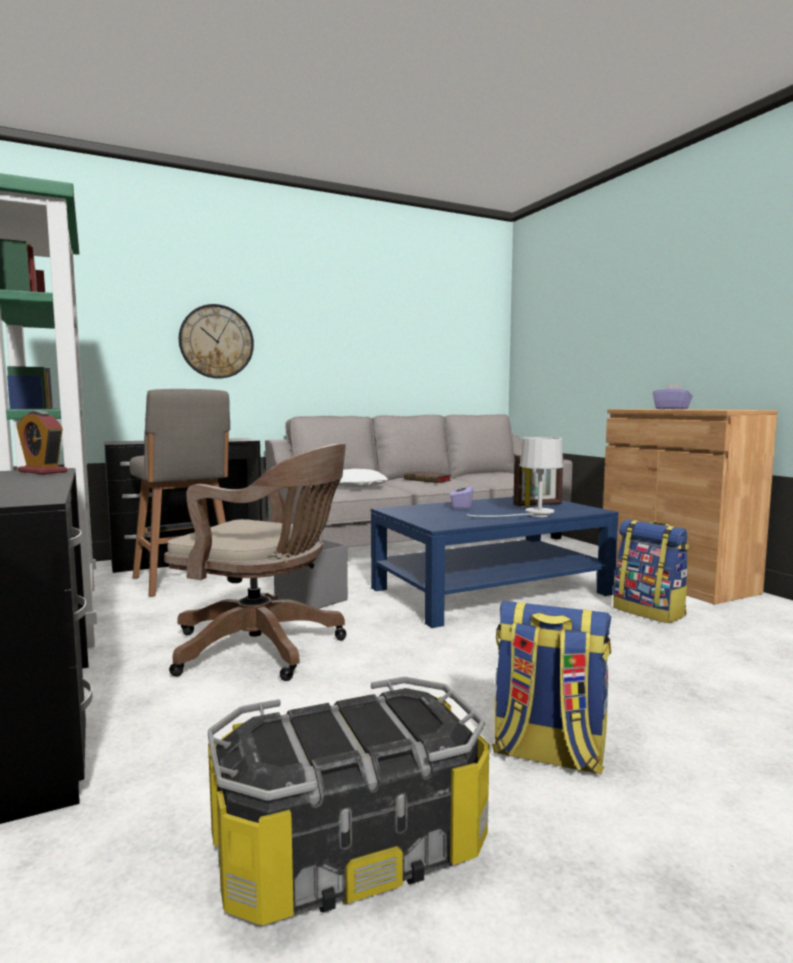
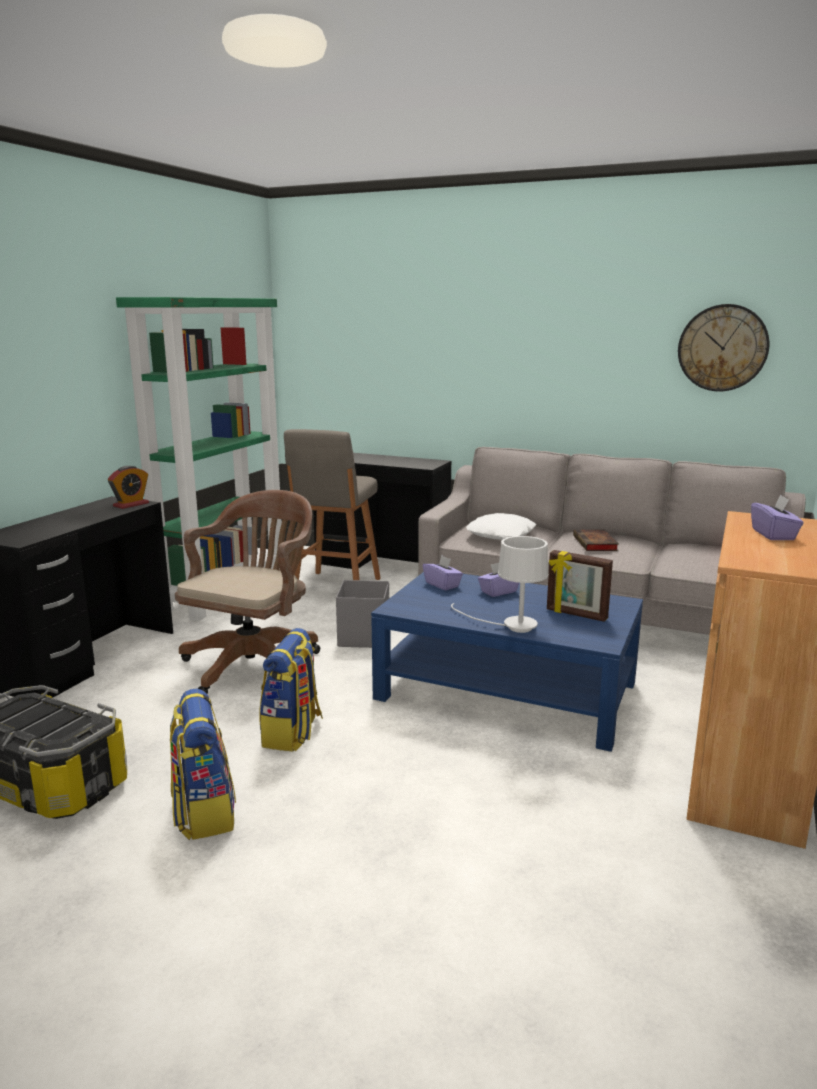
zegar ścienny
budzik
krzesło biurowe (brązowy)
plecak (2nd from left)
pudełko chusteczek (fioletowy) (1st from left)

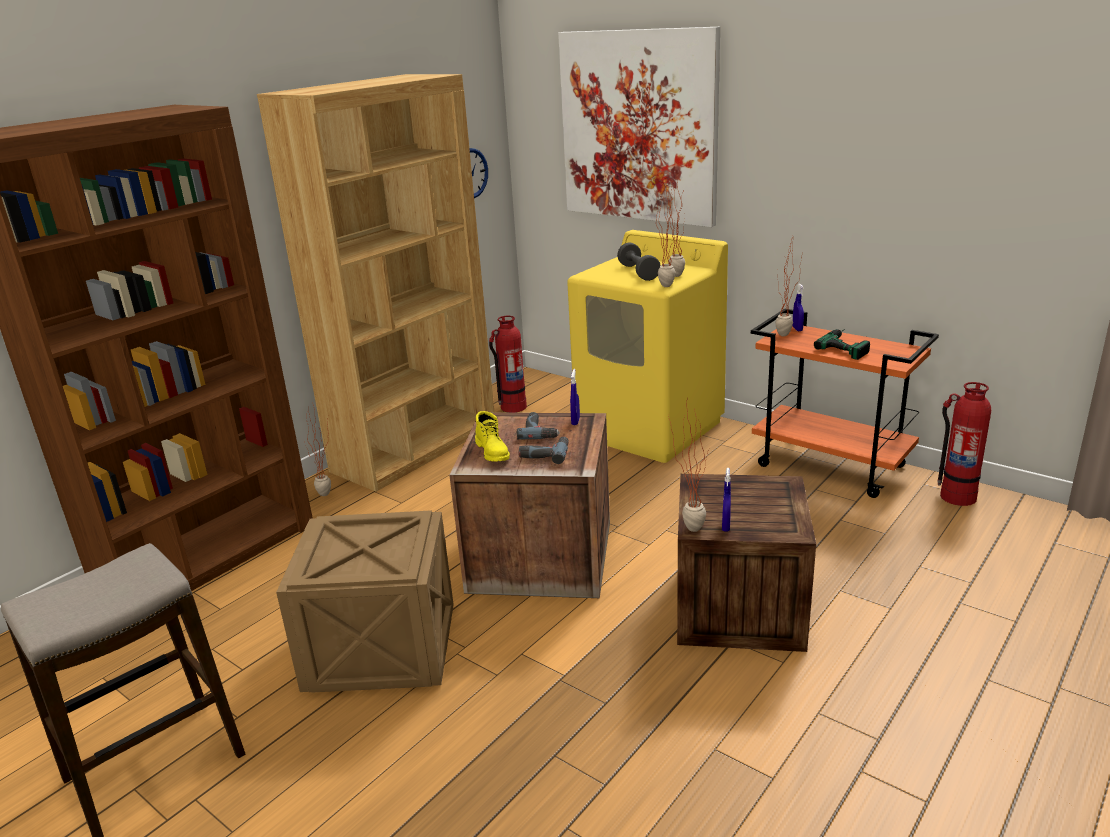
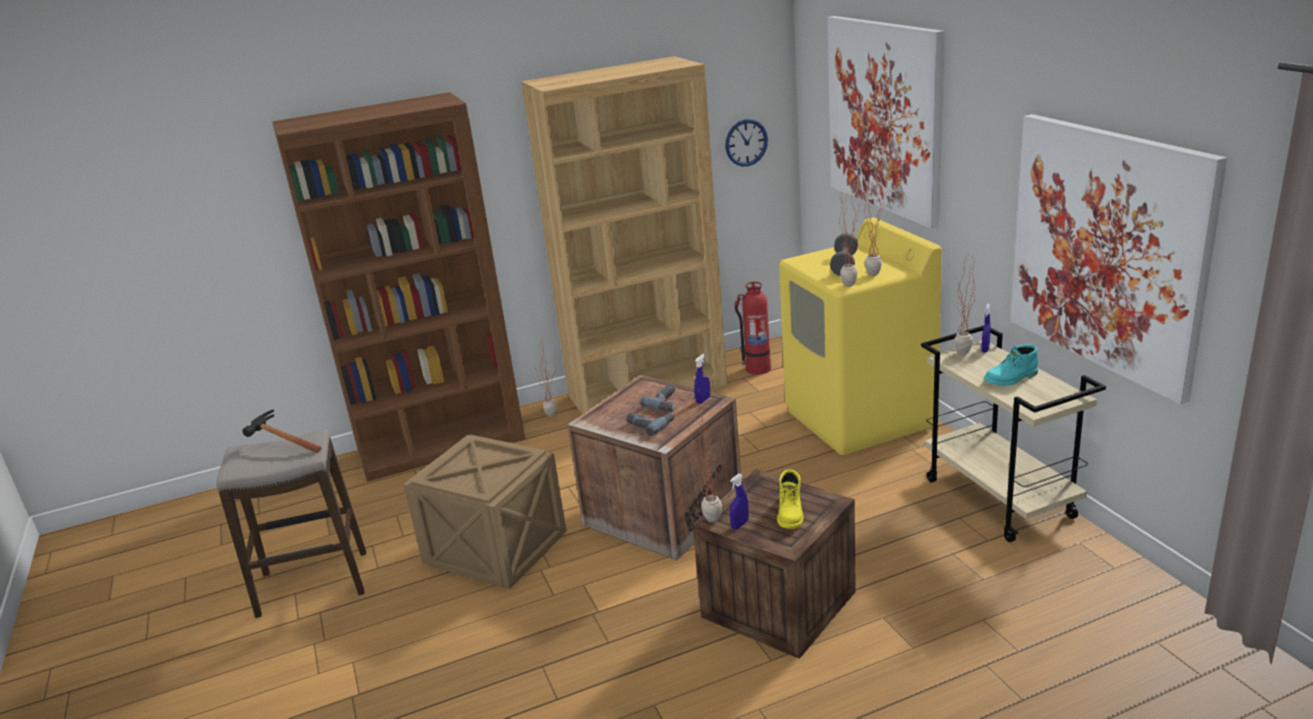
wózek (beżowy)
but z cholewką (turkusowy)
gaśnica (2nd from left in the first image)
but z cholewką (żółty)
obraz (2nd from left)
młotek

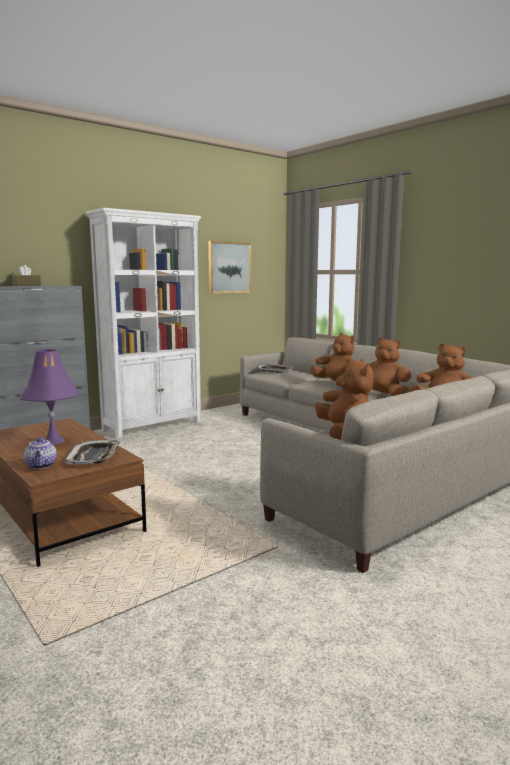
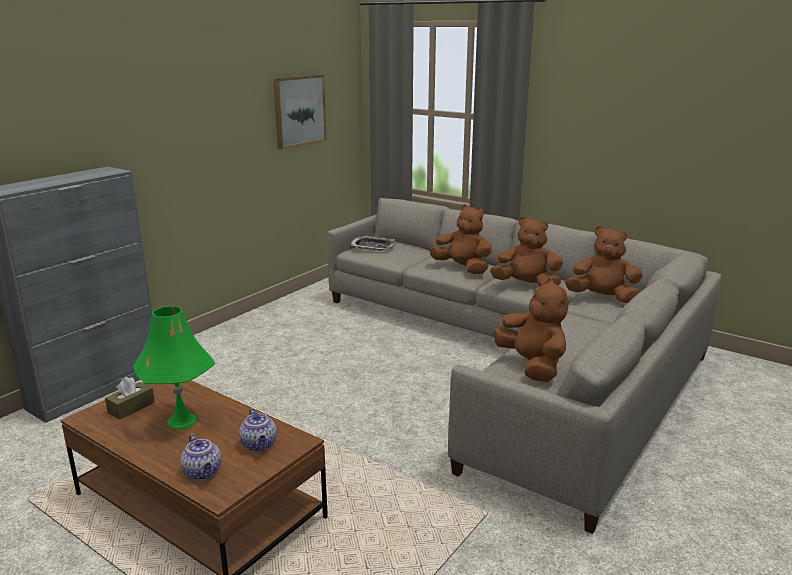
regał (biały)
pudełko chusteczek (brązowy)
lampa stołowa (zielony)
imbryk (2nd from left)

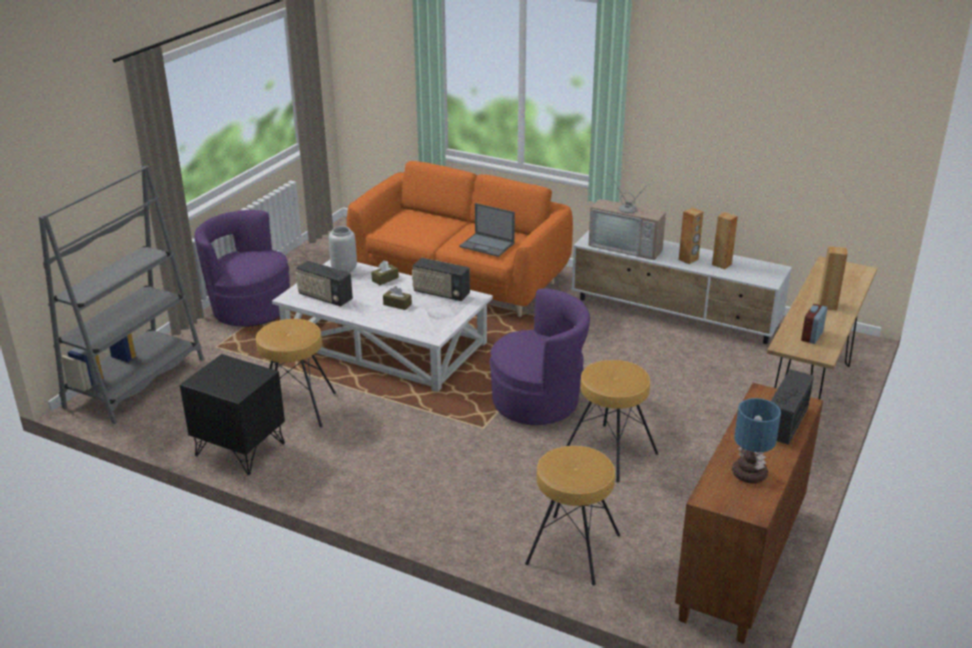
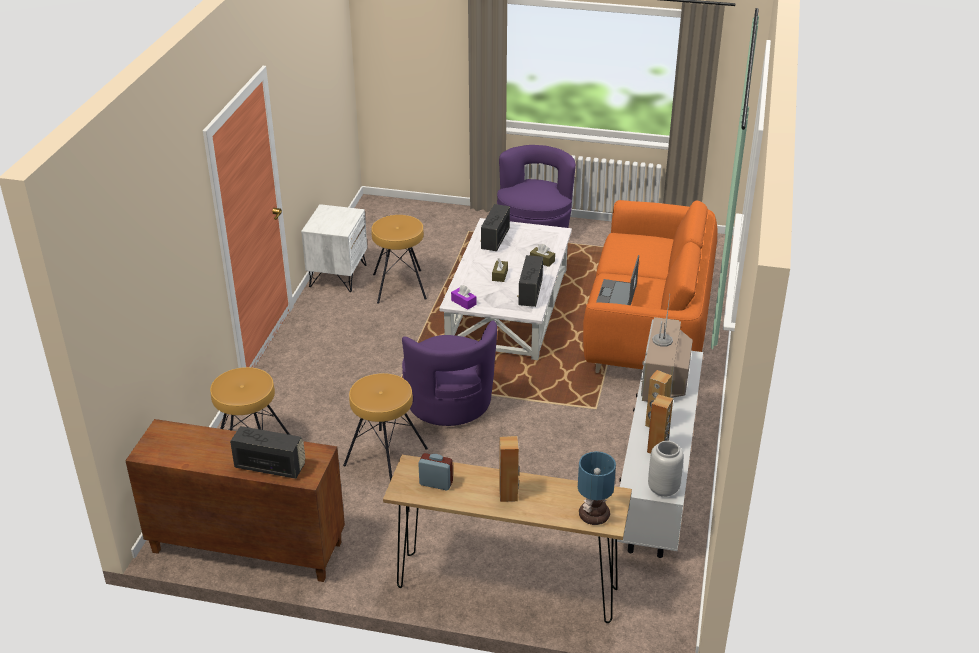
regał (szary)
wazon (szary)
szafka nocna (biały)
lampa stołowa
pudełko chusteczek (fioletowy)

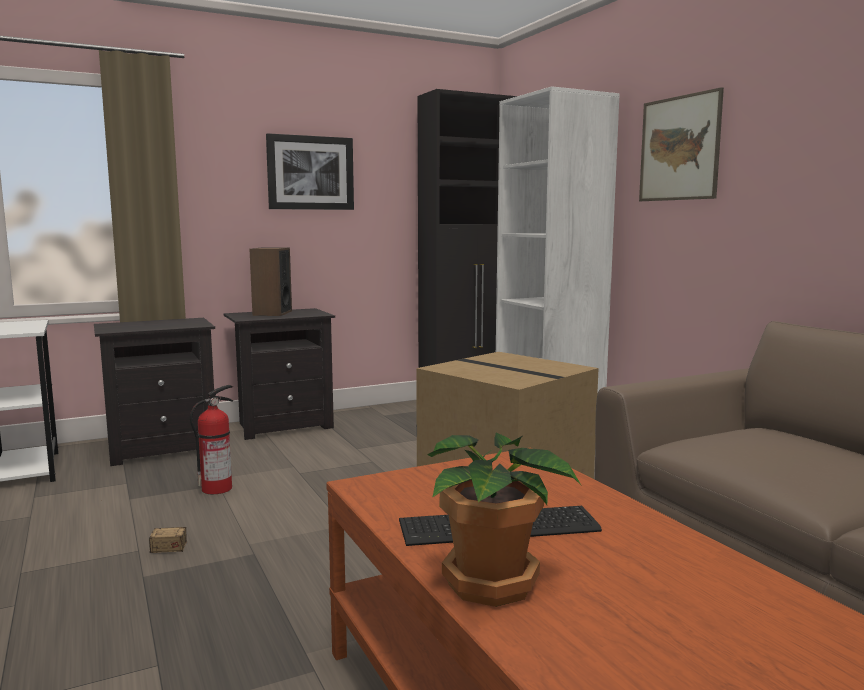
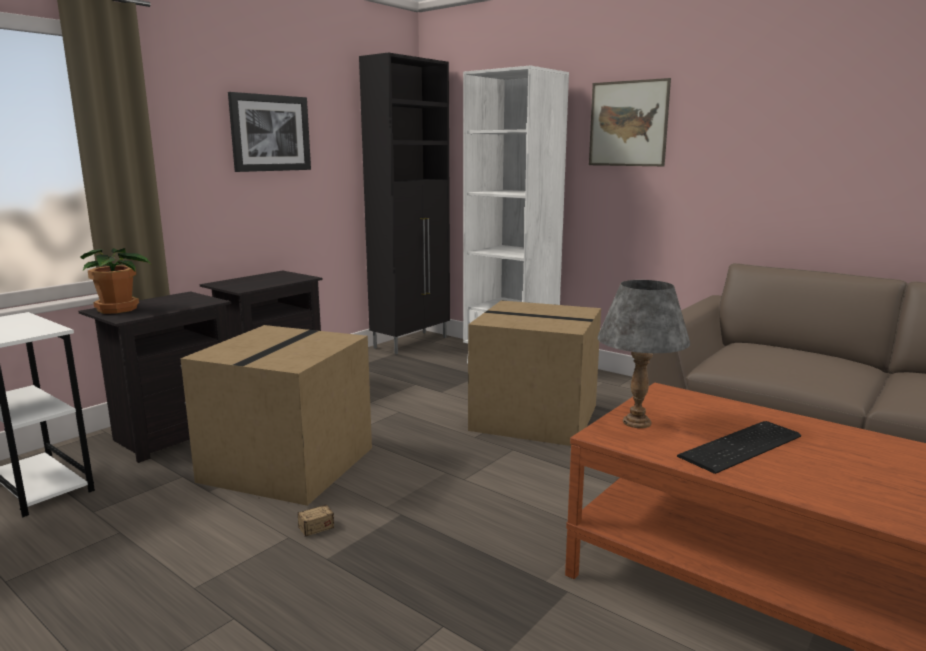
głośnik
karton (1st from left)
roślina doniczkowa
lampa stołowa (szary)

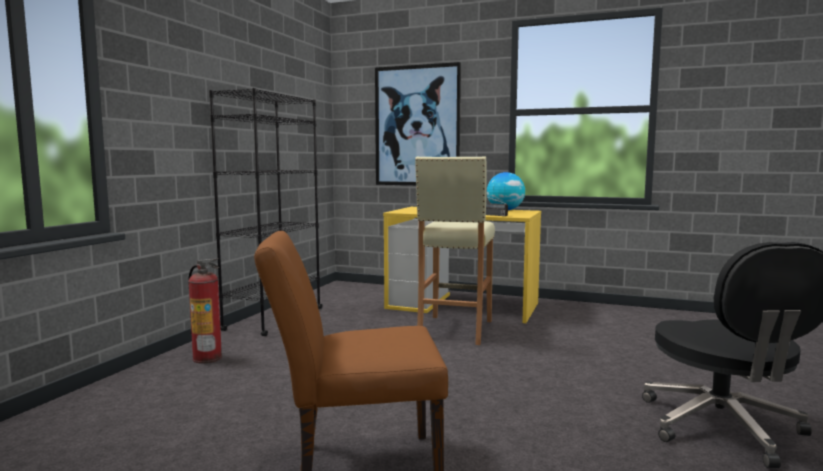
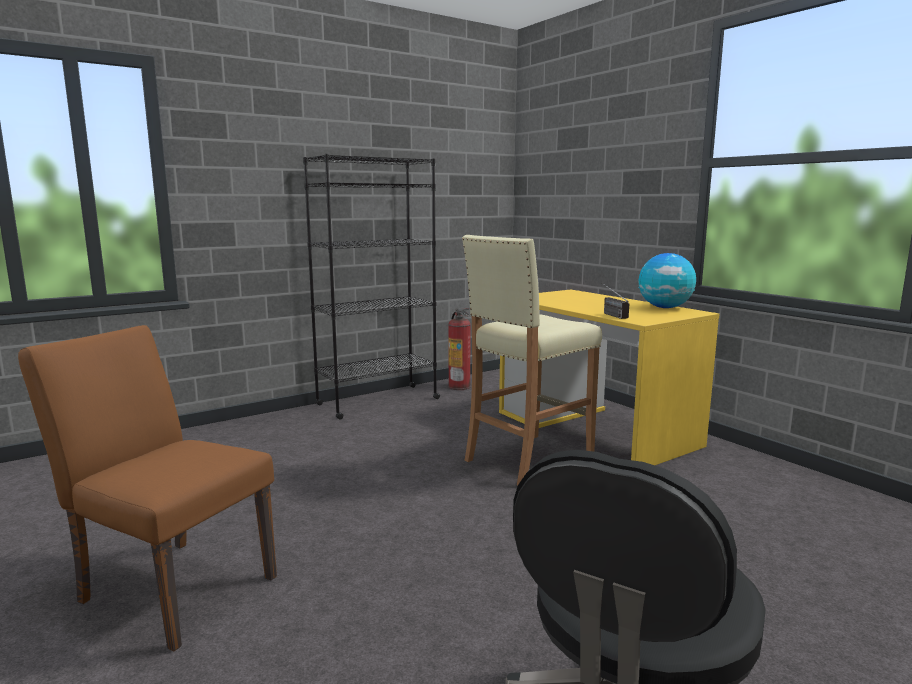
obraz
gaśnica

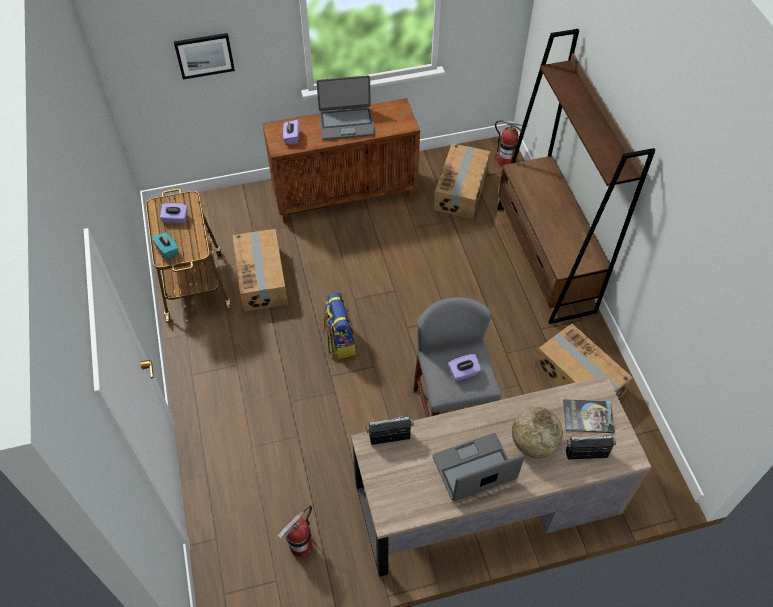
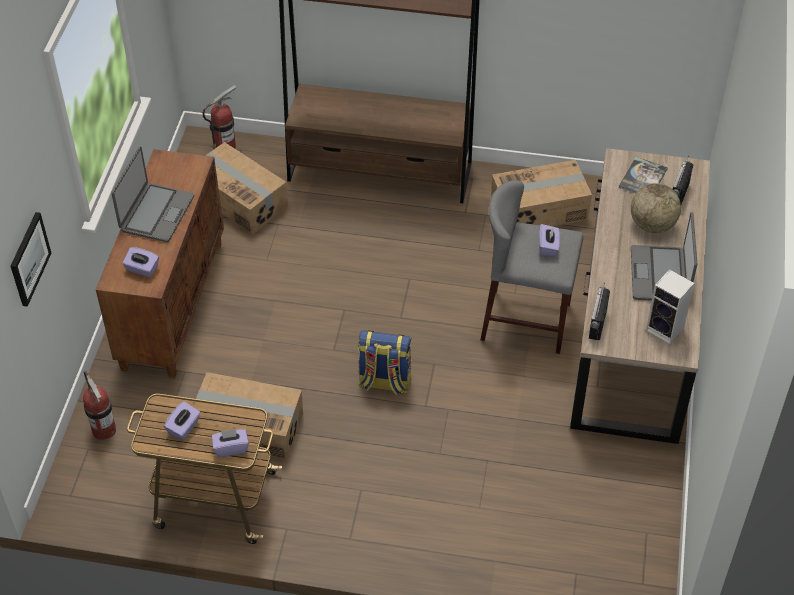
pudełko chusteczek (fioletowy) (3rd from left)
gaśnica (1st from left)
głośnik

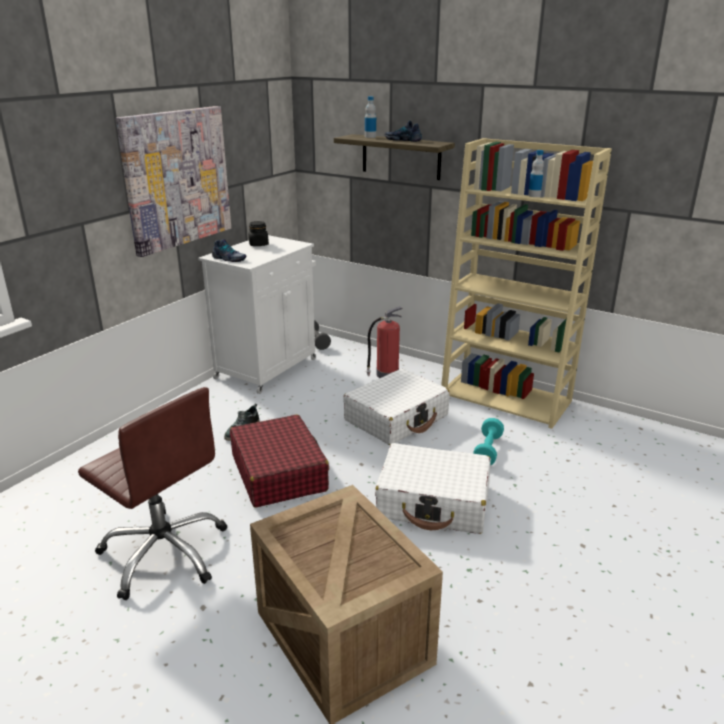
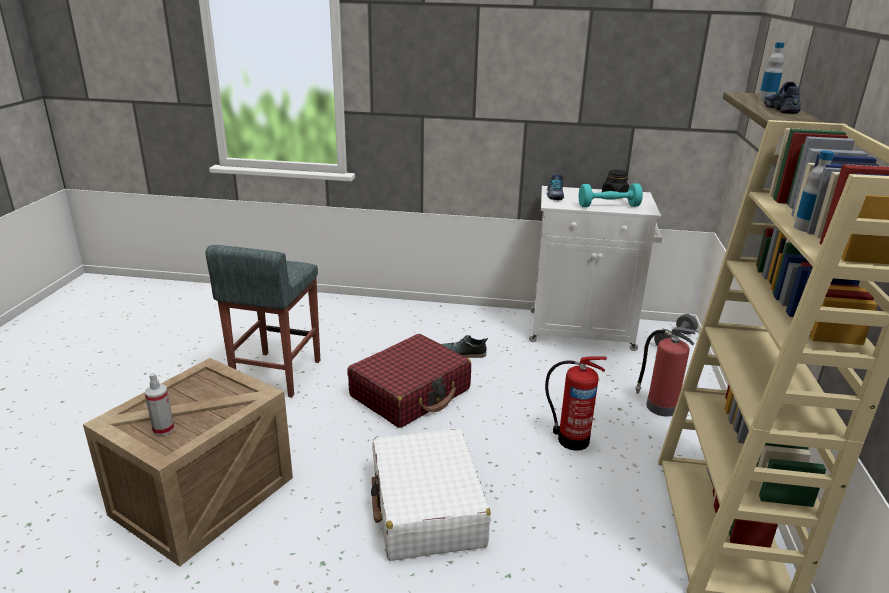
obraz
gaśnica (1st from left)
stołek (szary)
hantel (turkusowy)
spryskiwacz

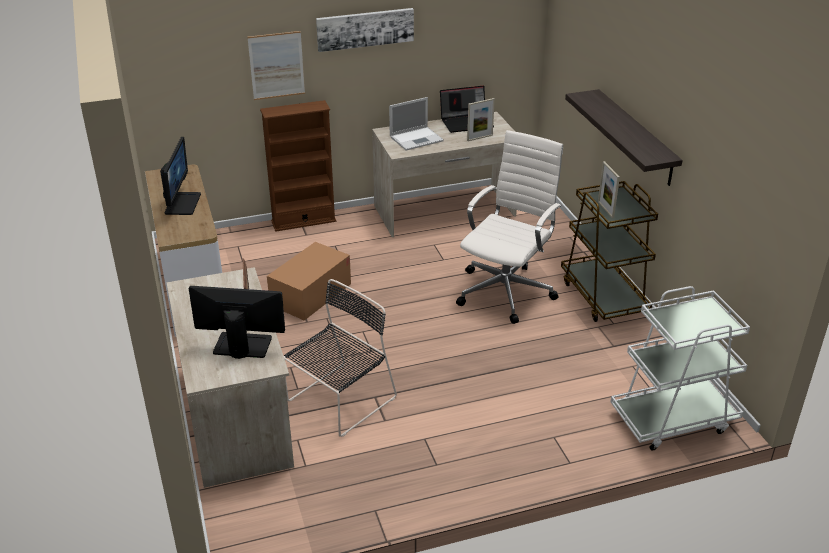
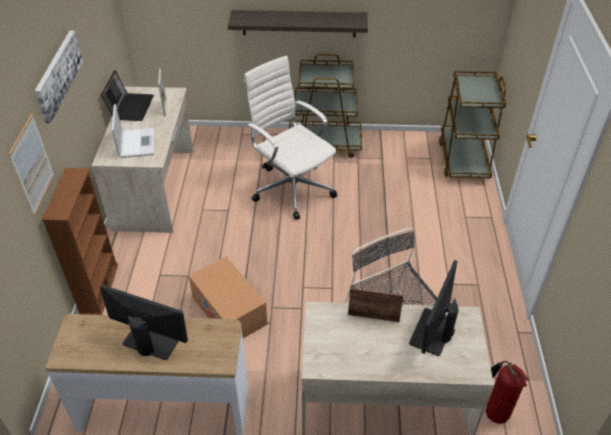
ramka na zdjęcie (3rd from left in the first image)
wózek (brązowy) (2nd from left)
gaśnica

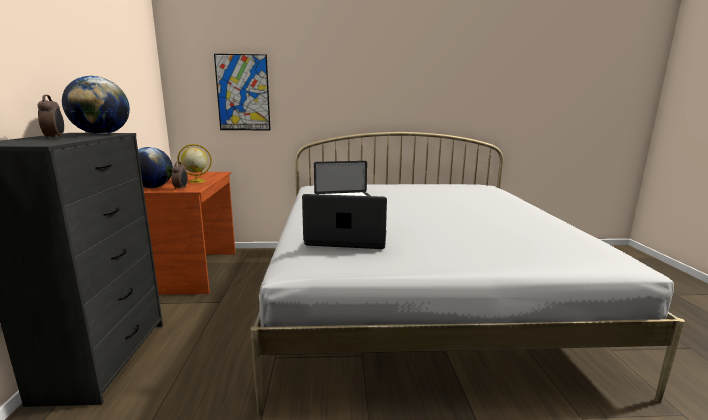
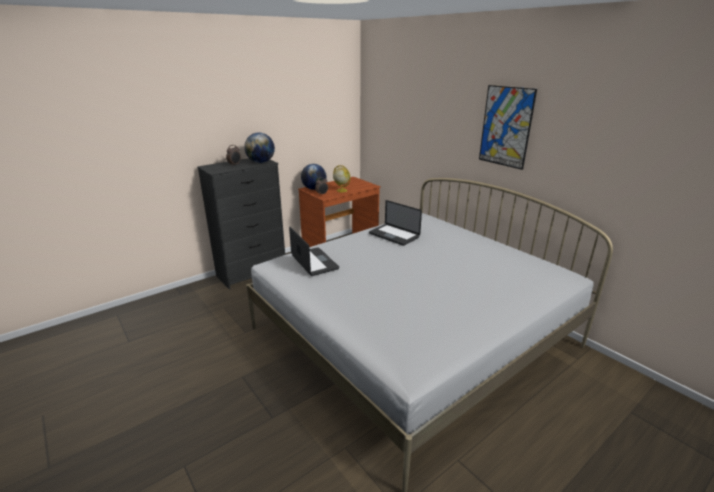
obraz

